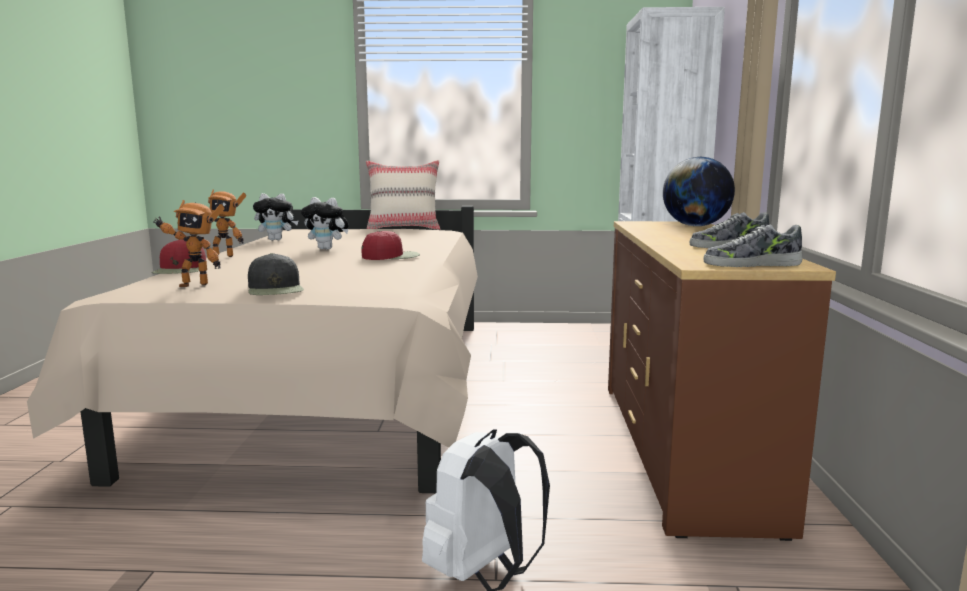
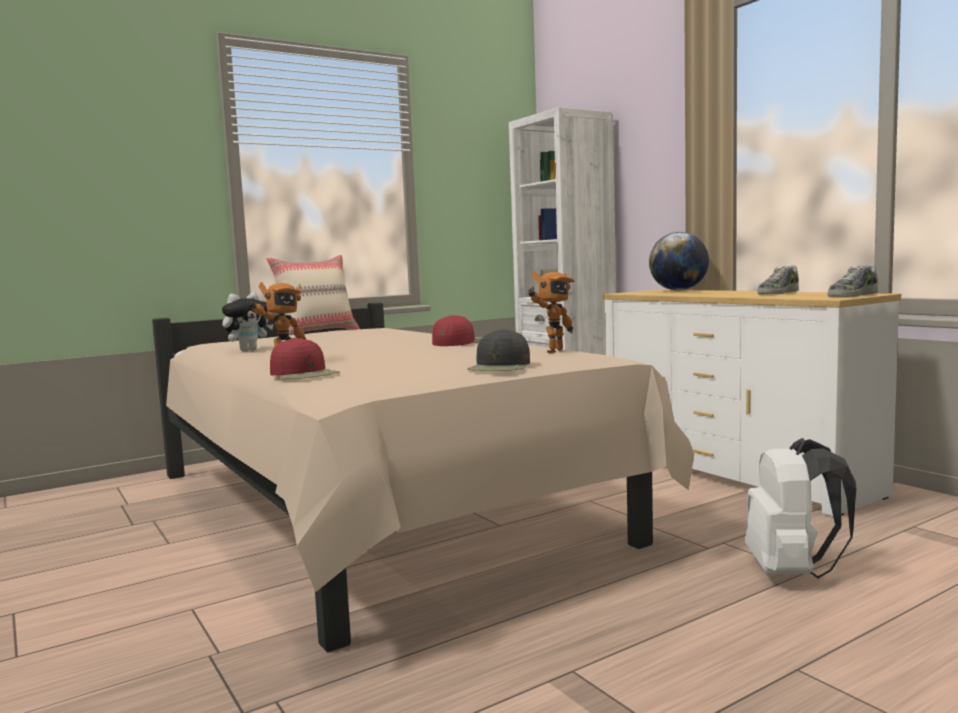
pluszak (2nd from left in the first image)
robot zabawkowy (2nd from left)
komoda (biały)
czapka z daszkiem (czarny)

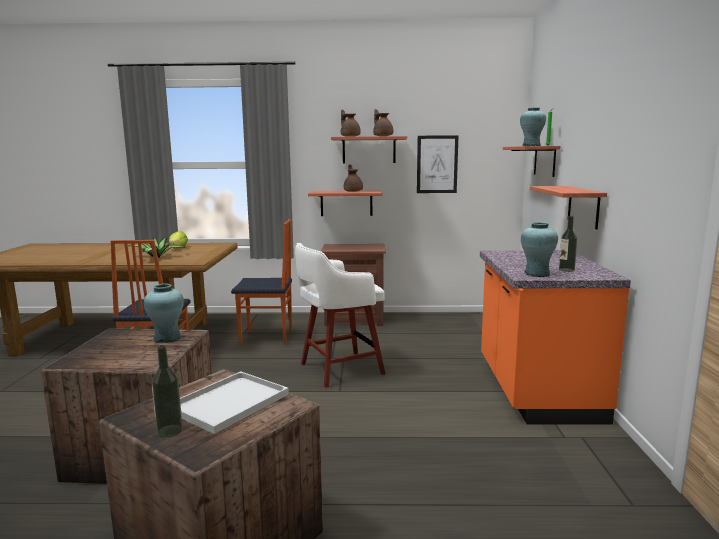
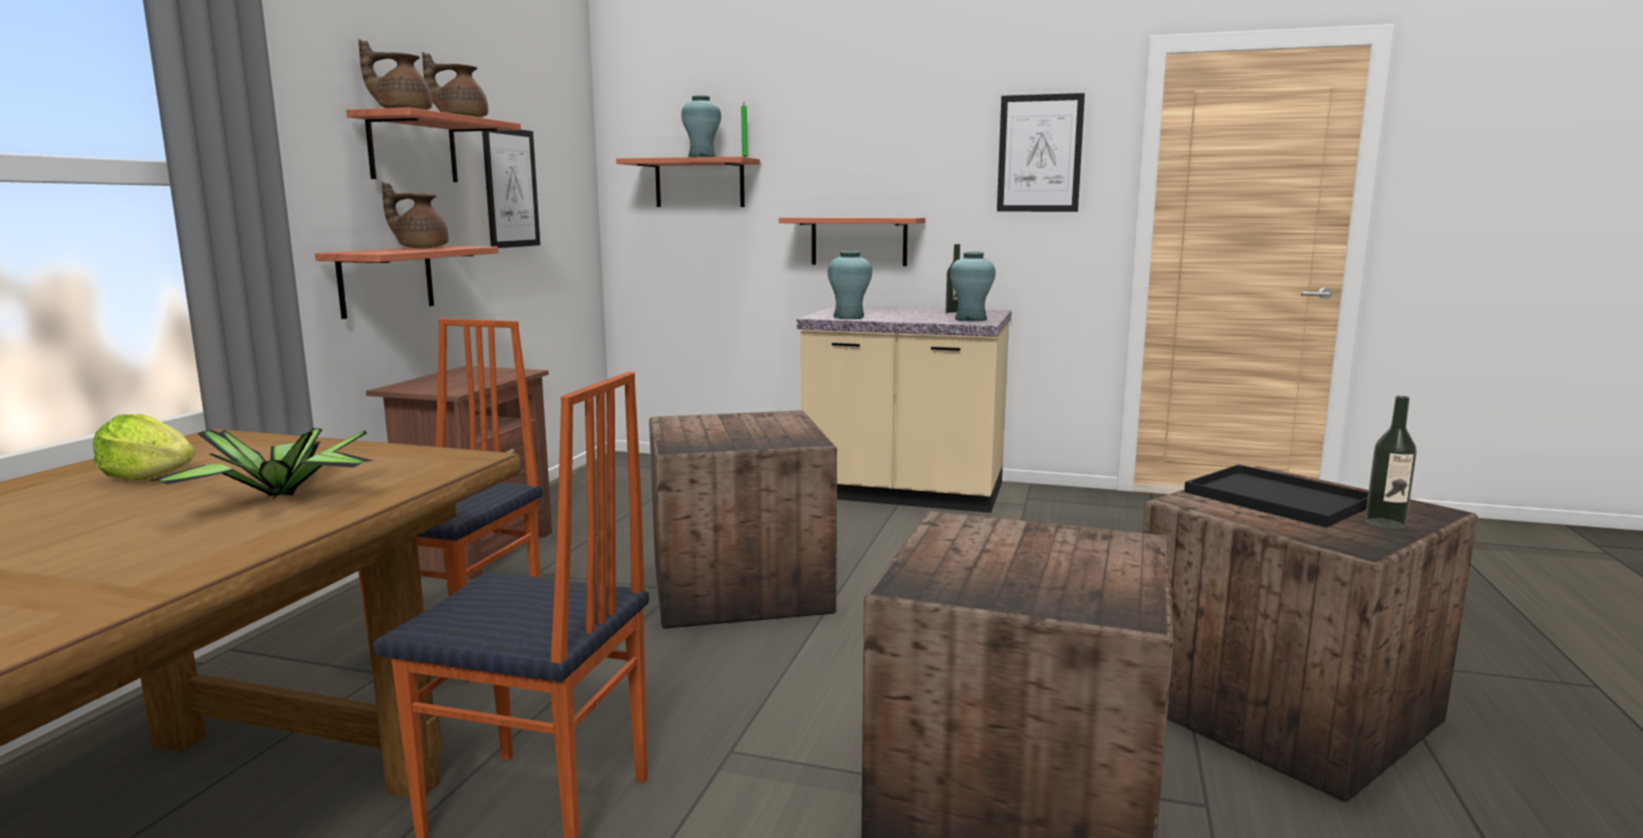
skrzynka (1st from left)
zabudowa kuchenna (beżowy)
wazon (turkusowy) (2nd from left)
taca (czarny)
obraz (2nd from left)

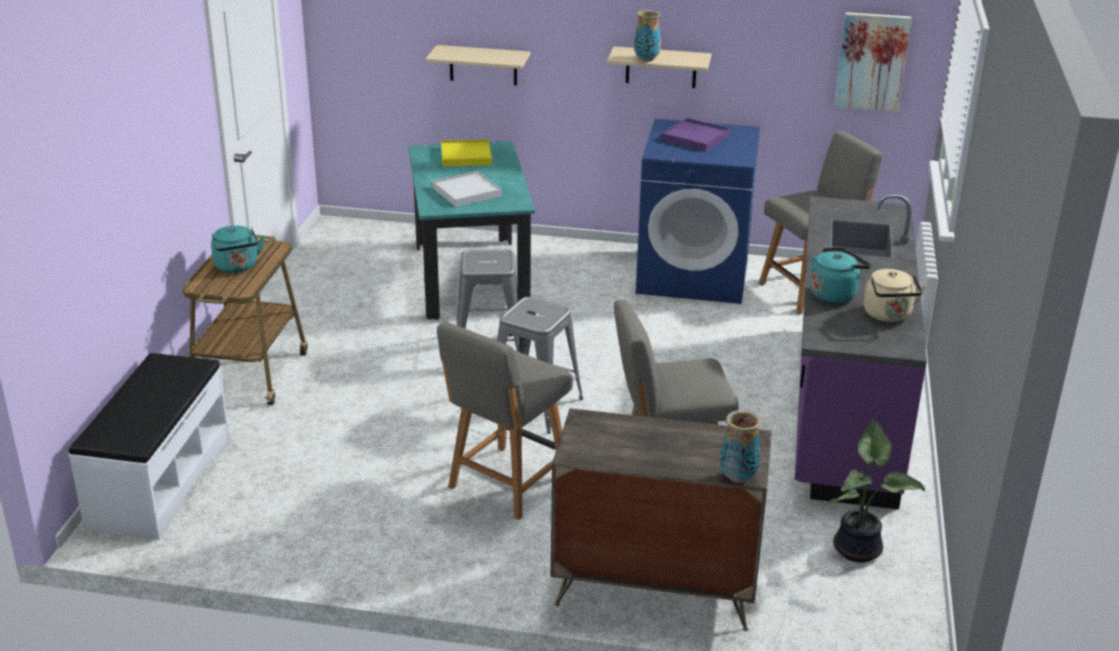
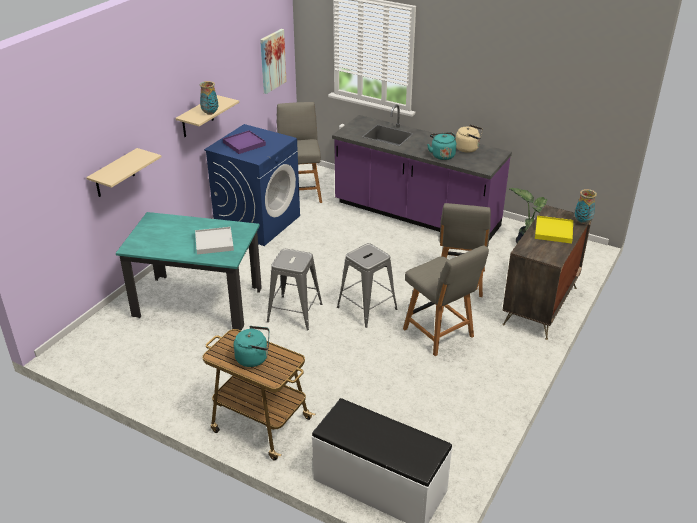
taca (żółty)

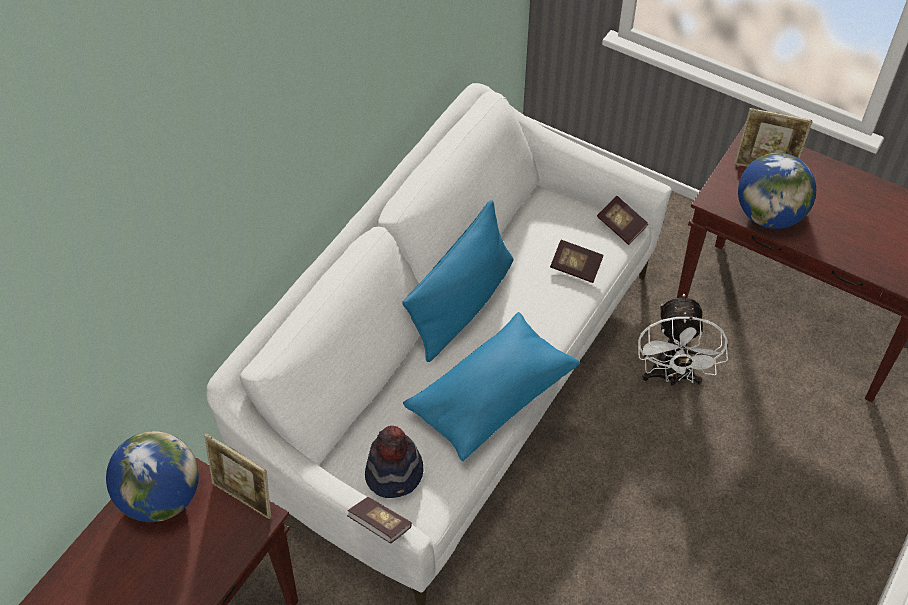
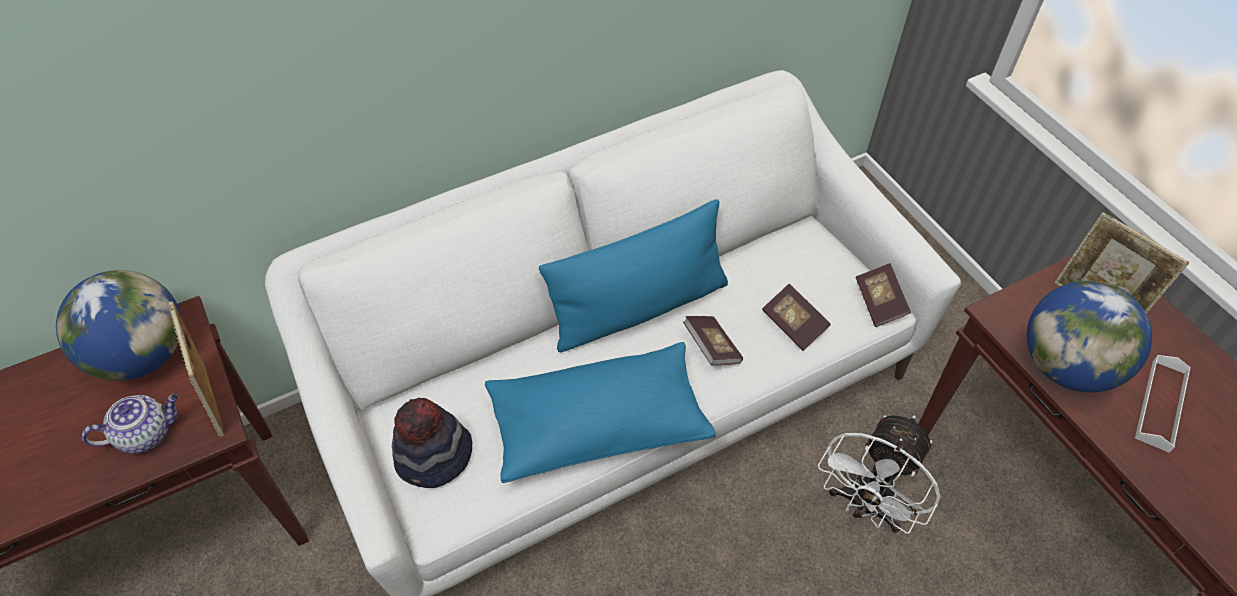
książka (1st from left)
taca (biały)
imbryk

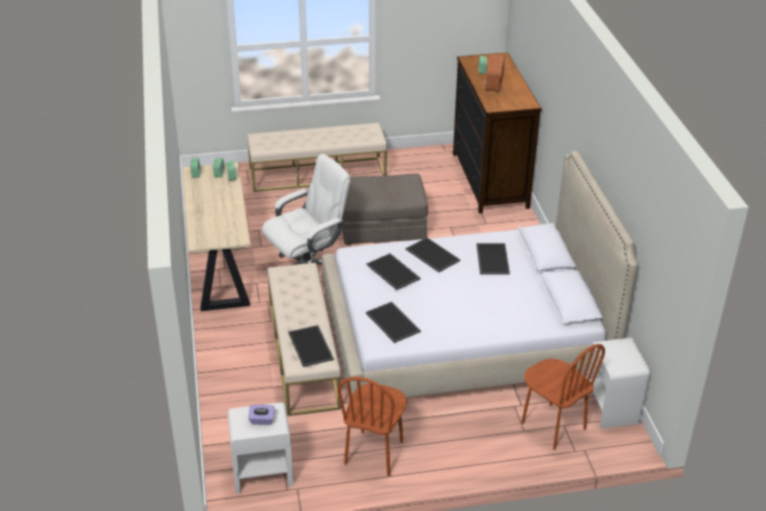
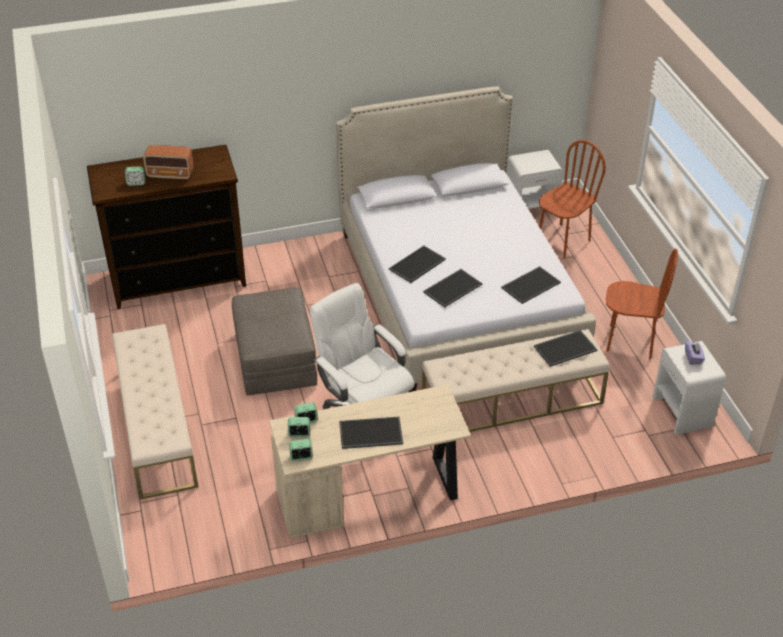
taca (1st from left)

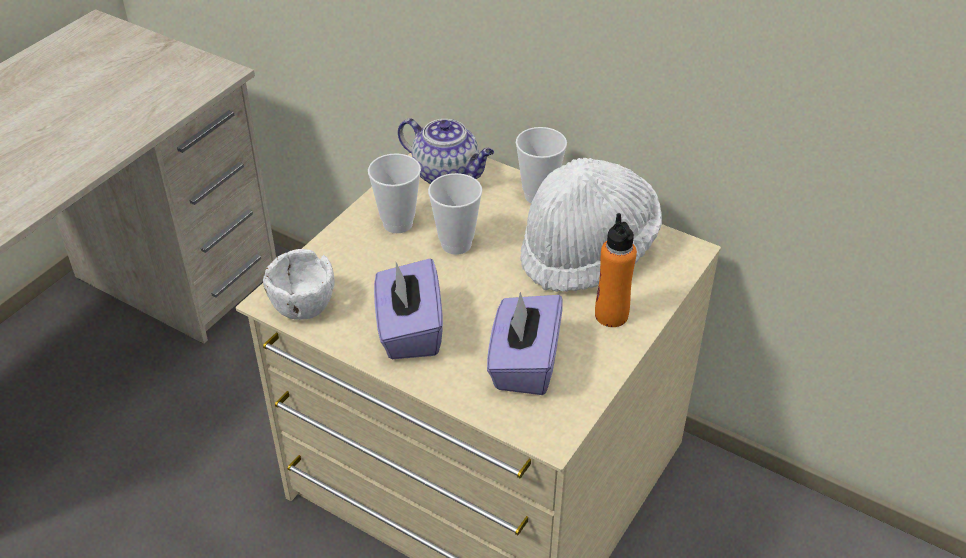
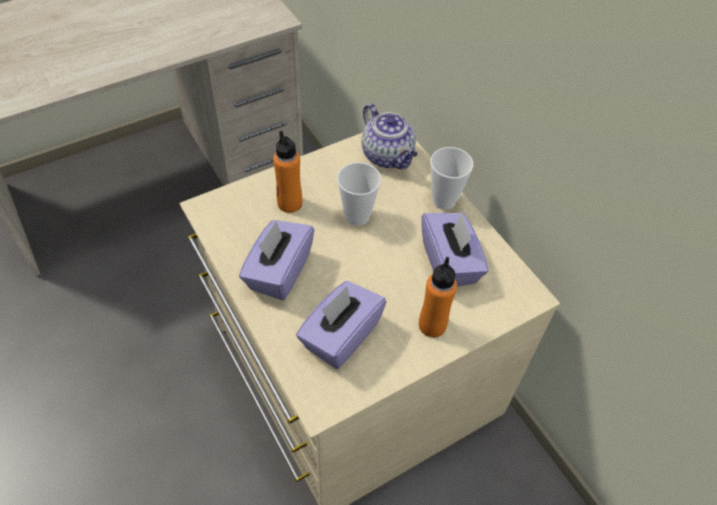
filiżanka (1st from left in the first image)
pudełko chusteczek (fioletowy) (3rd from left)
miska (biały)
butelka (pomarańczowy) (1st from left)

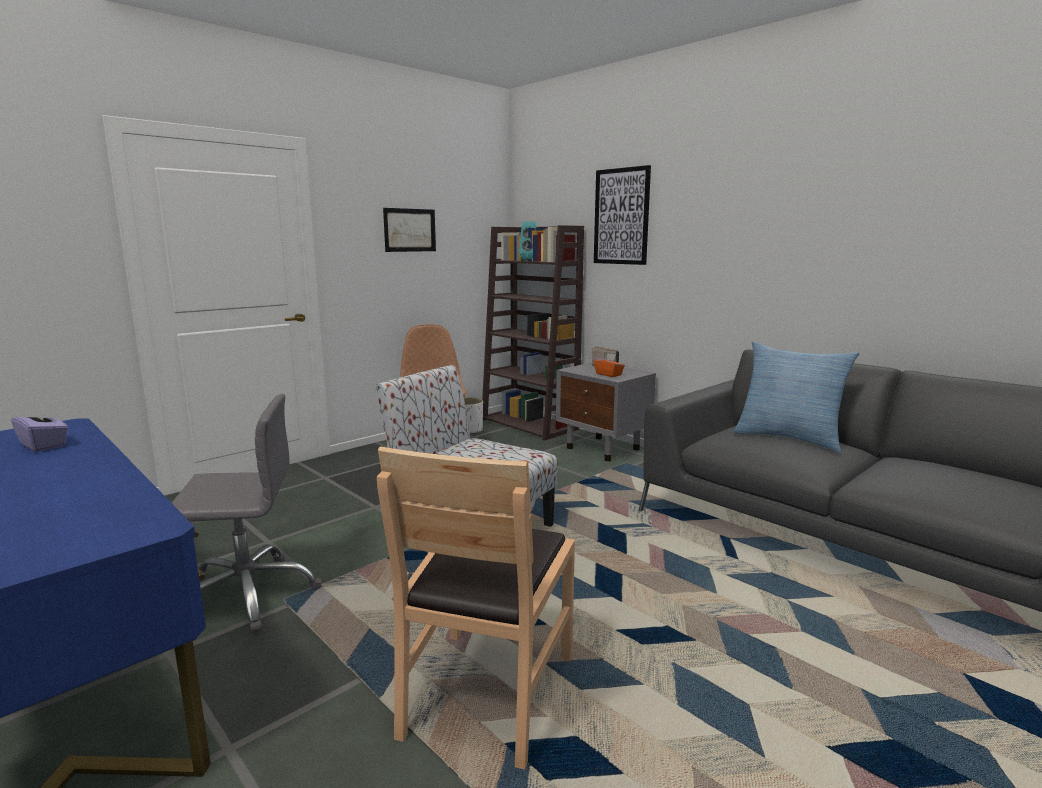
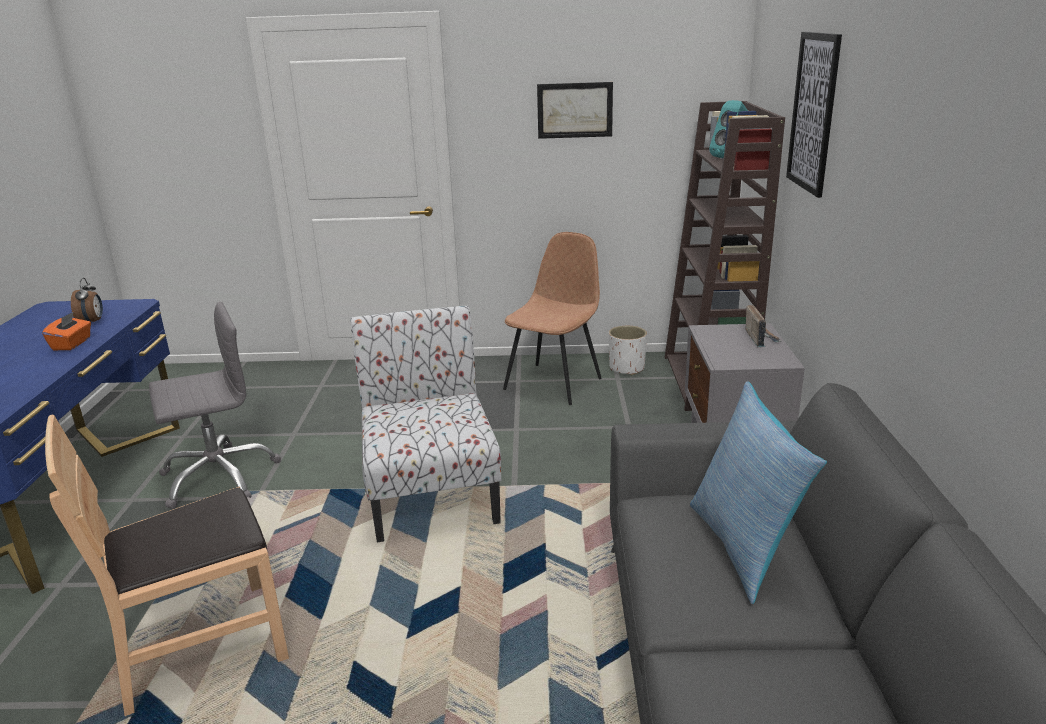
pudełko chusteczek (pomarańczowy)
krzesło biurowe (szary)
budzik

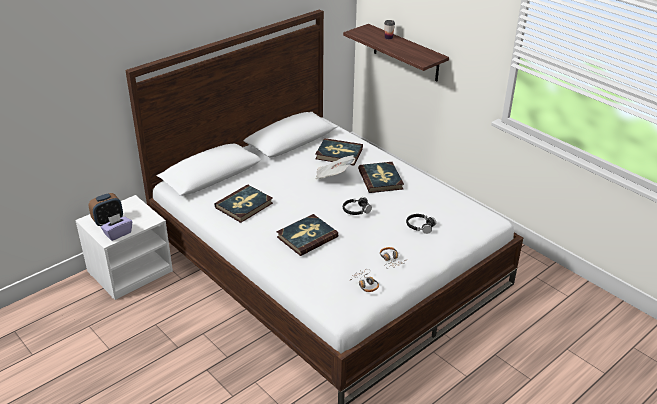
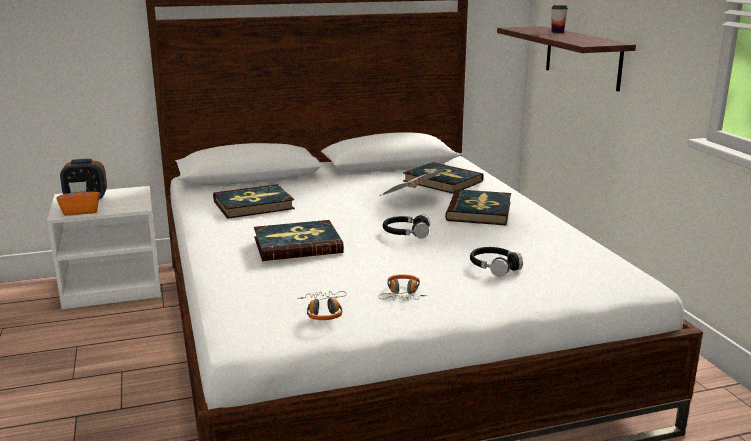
pudełko chusteczek (pomarańczowy)

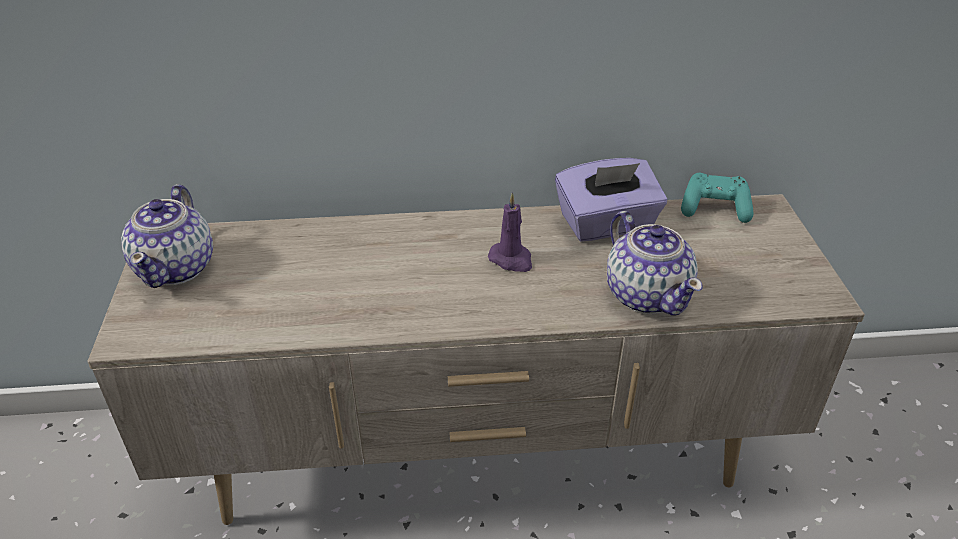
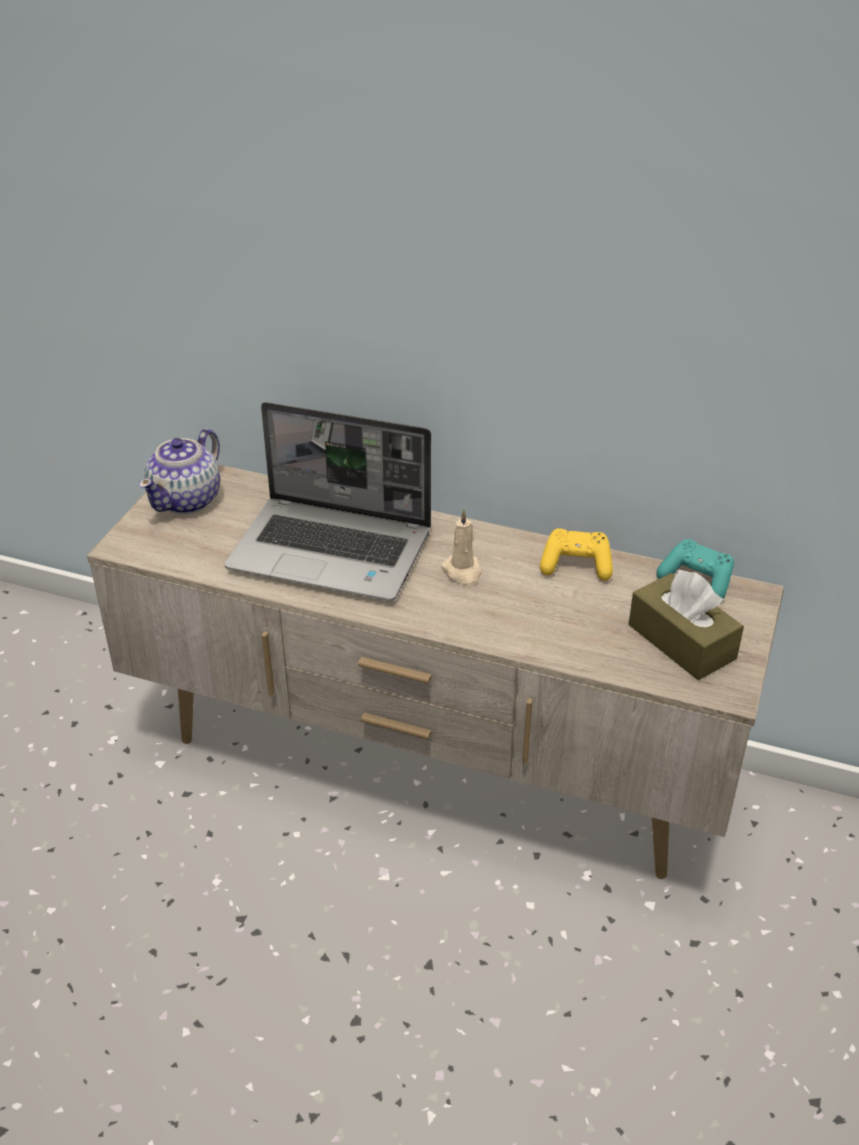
pad do gier (żółty)
świeca (beżowy)
imbryk (2nd from left in the first image)
laptop
pudełko chusteczek (brązowy)

